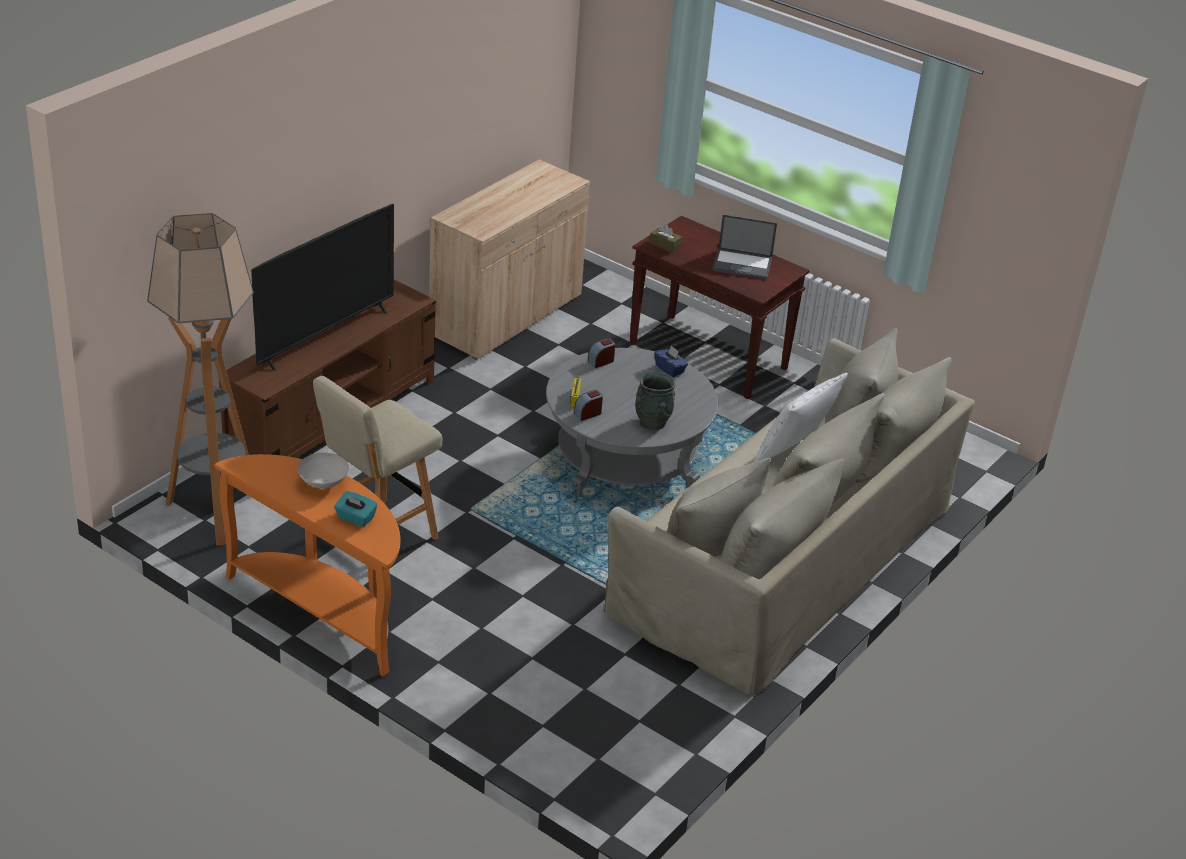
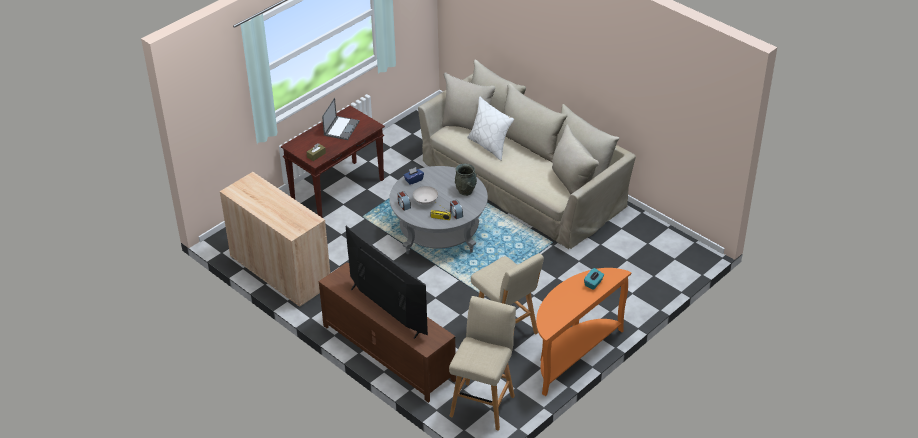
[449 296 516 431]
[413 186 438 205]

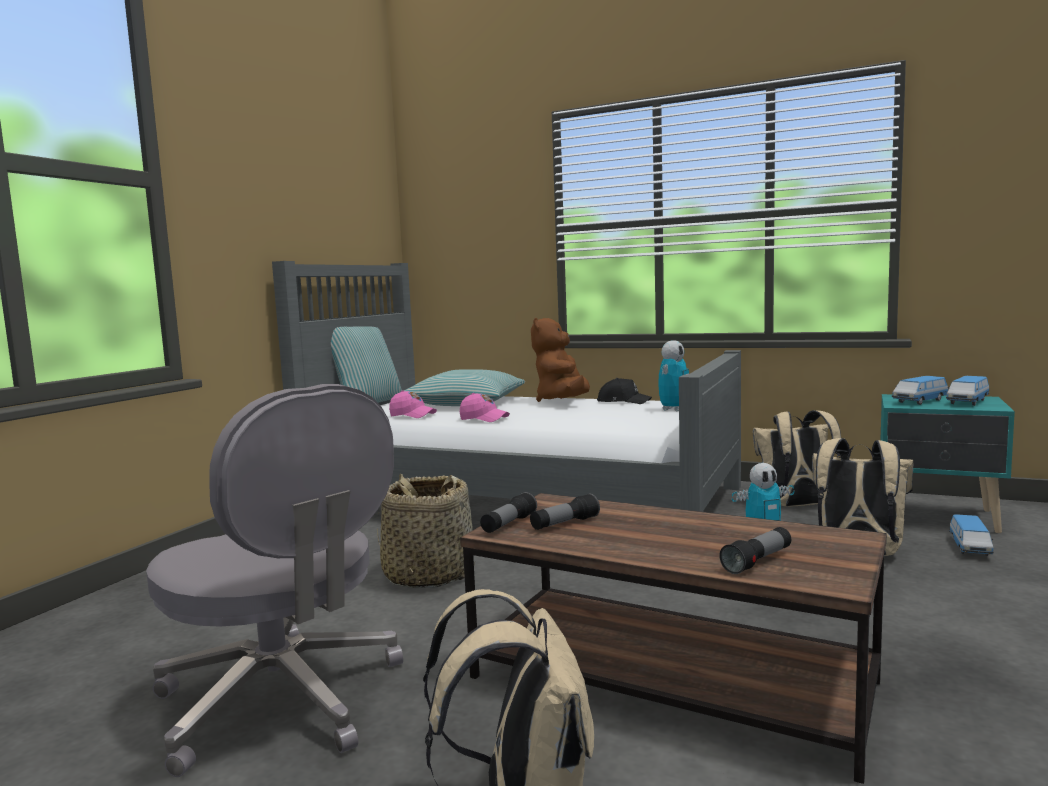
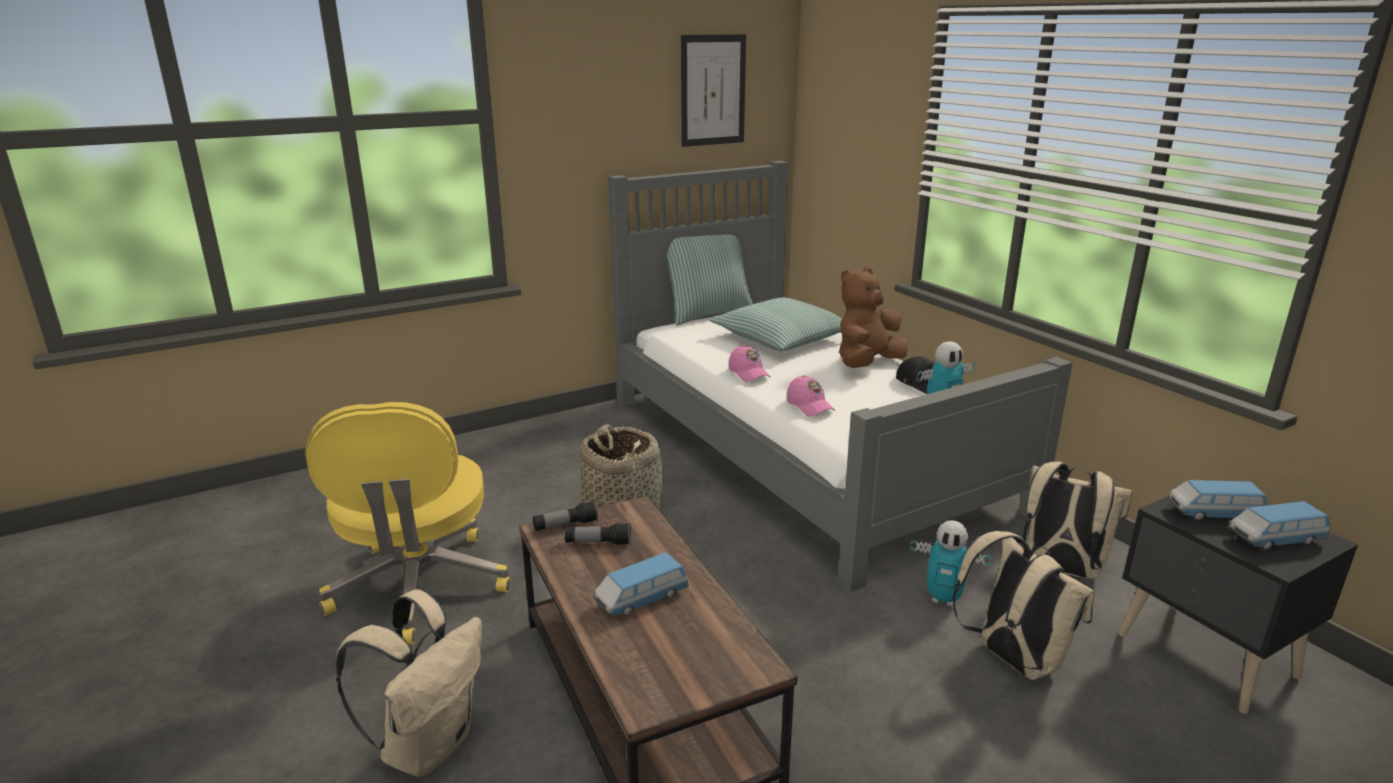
[305 402 511 644]
[787 375 835 416]
[1118 480 1358 714]
[594 552 689 616]
[719 527 791 574] (first image)
[681 34 746 147]

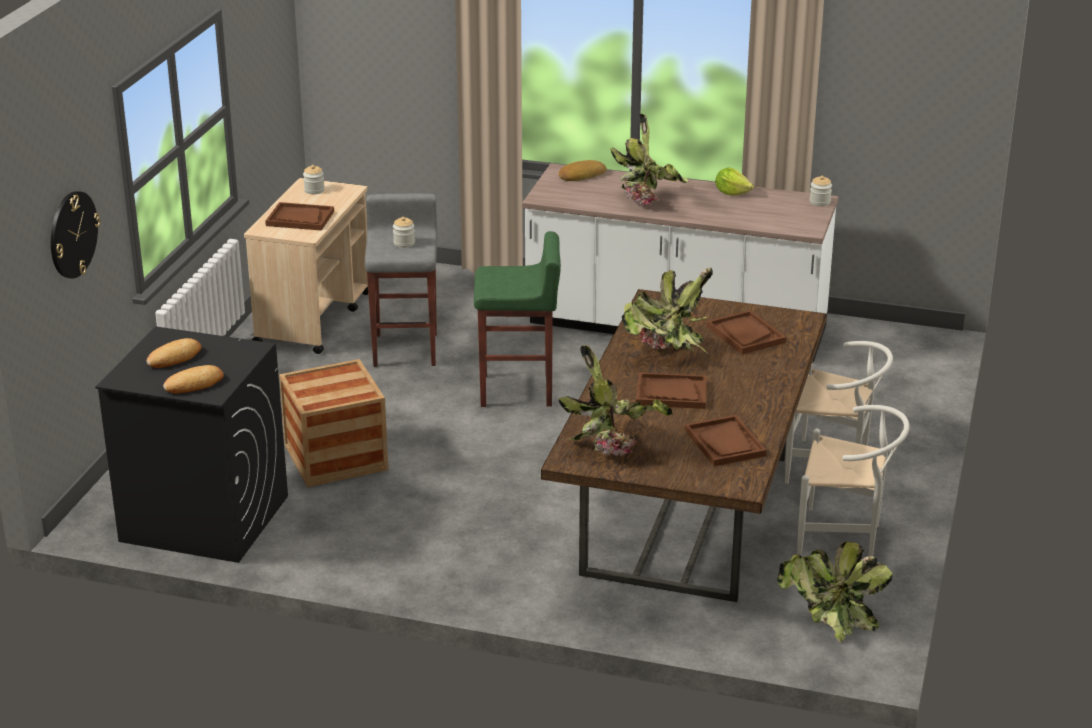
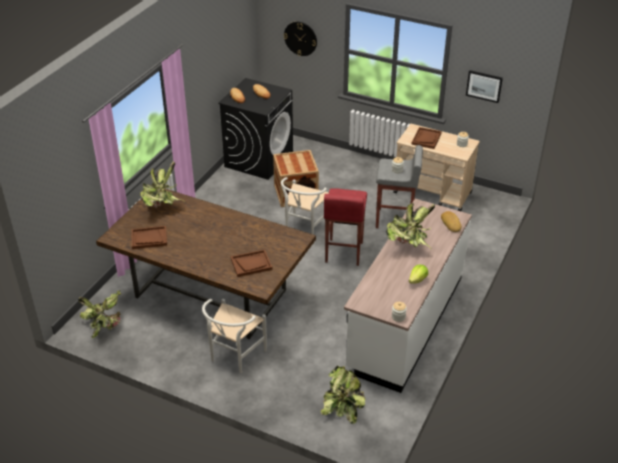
[324 188 367 266]
[321 366 365 424]
[636 372 707 409] (first image)
[281 177 330 235]
[466 70 503 103]

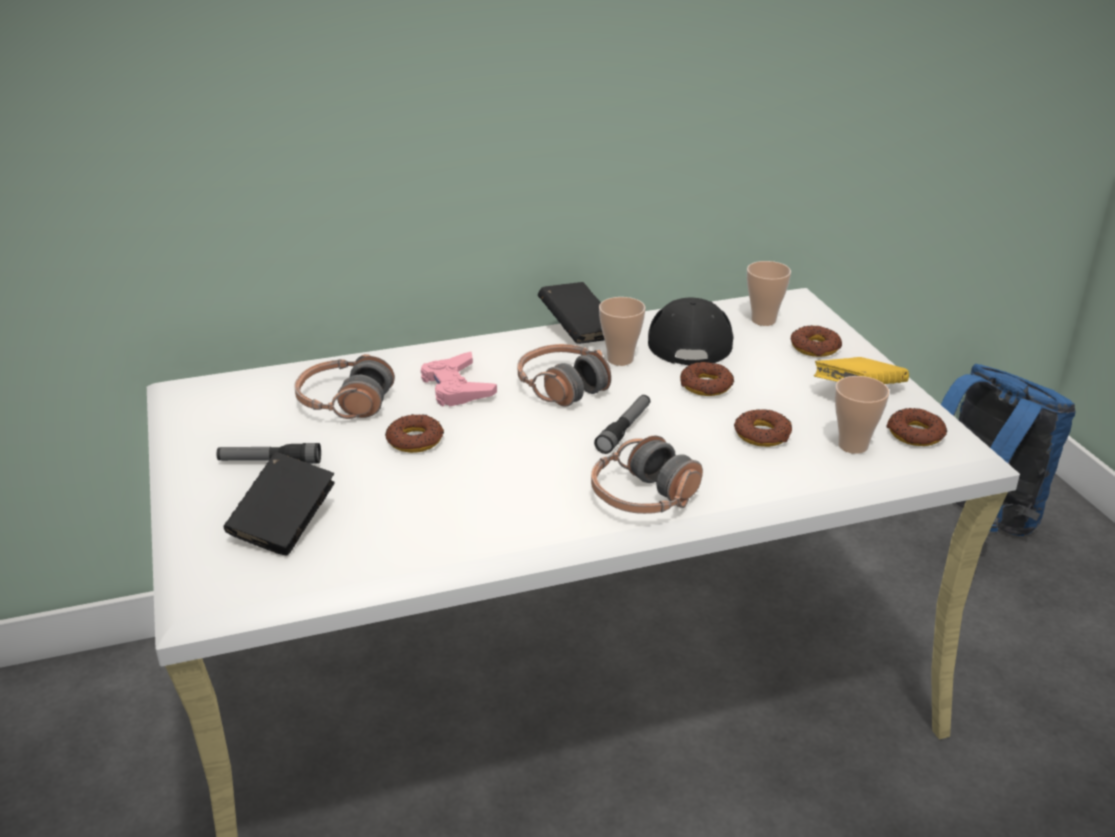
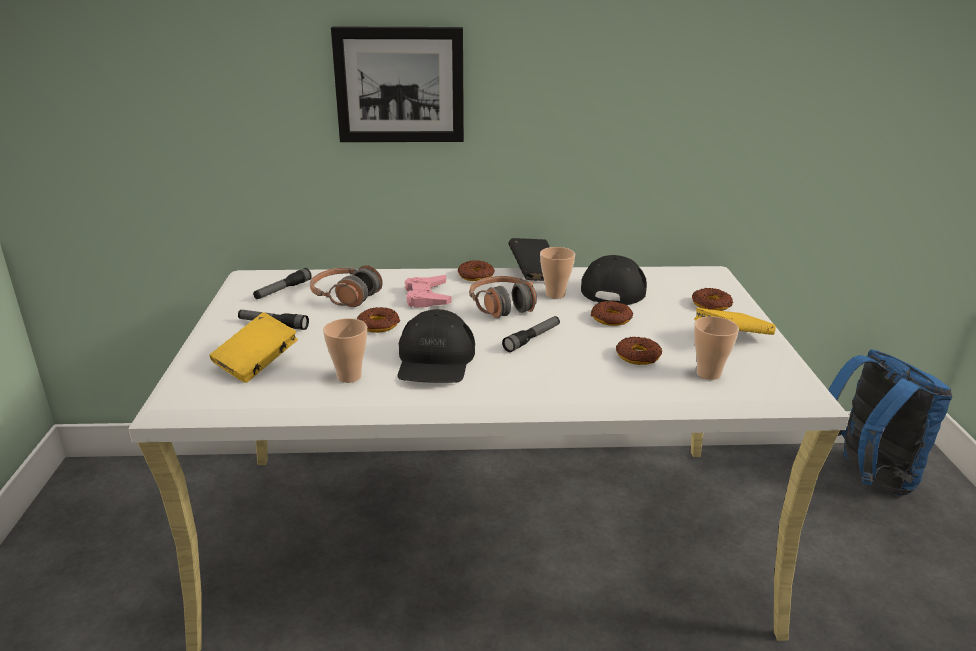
[323 318 367 383]
[458 260 495 281]
[591 435 703 514] (first image)
[209 312 298 383]
[331 26 464 142]
[253 268 312 299]
[398 309 475 383]

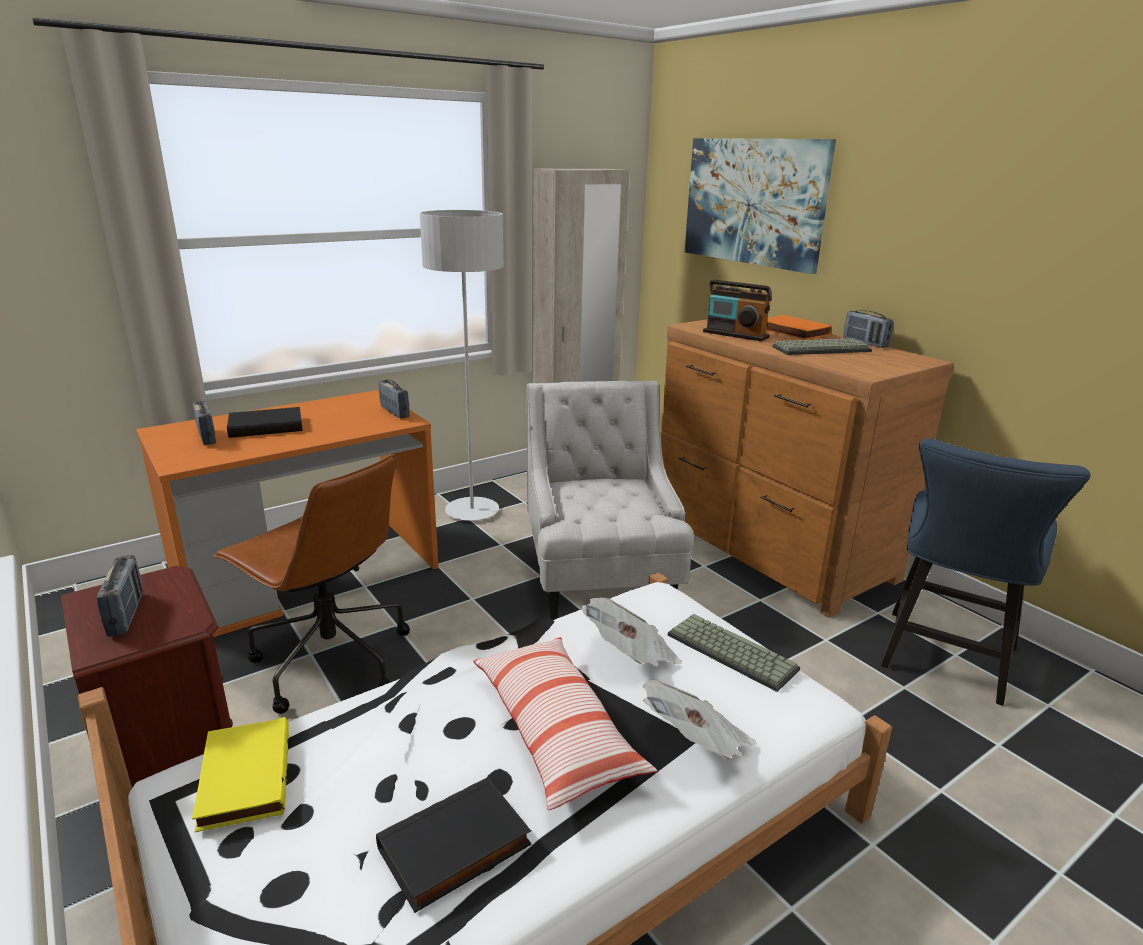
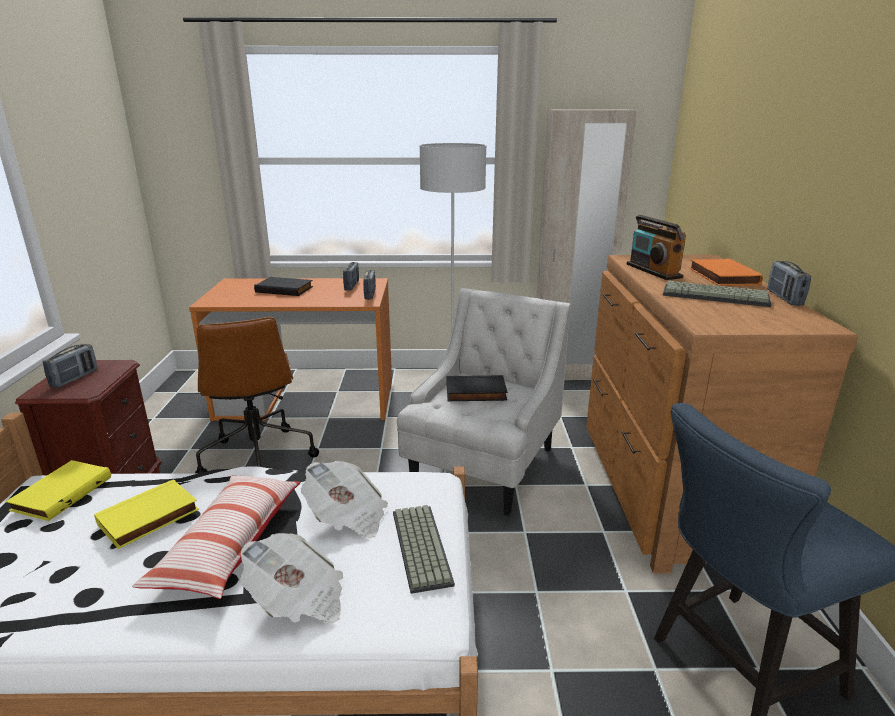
[685 138 836 274] (first image)
[343 262 359 291]
[446 375 508 401]
[94 479 199 549]

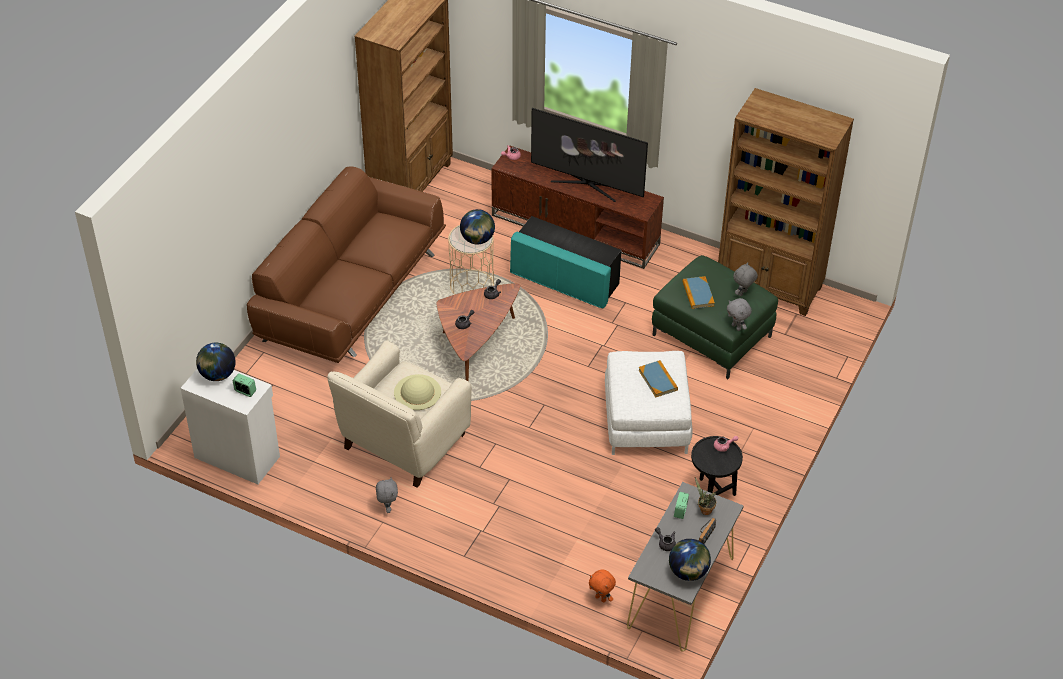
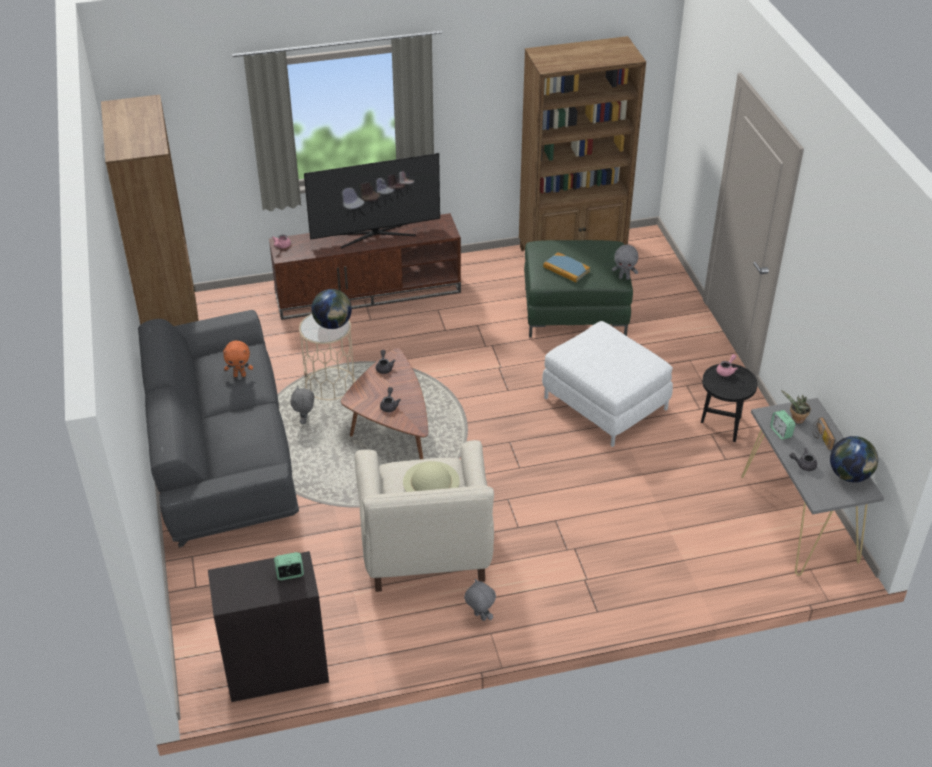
[138 310 299 548]
[510 216 621 308] (first image)
[291 386 314 424]
[196 343 236 381] (first image)
[638 360 678 397] (first image)
[208 551 329 702]
[223 340 253 377]

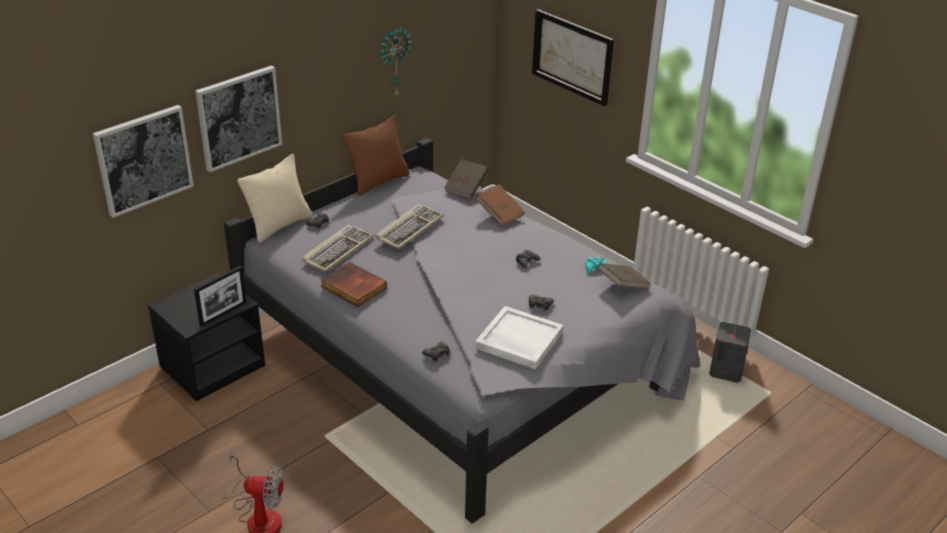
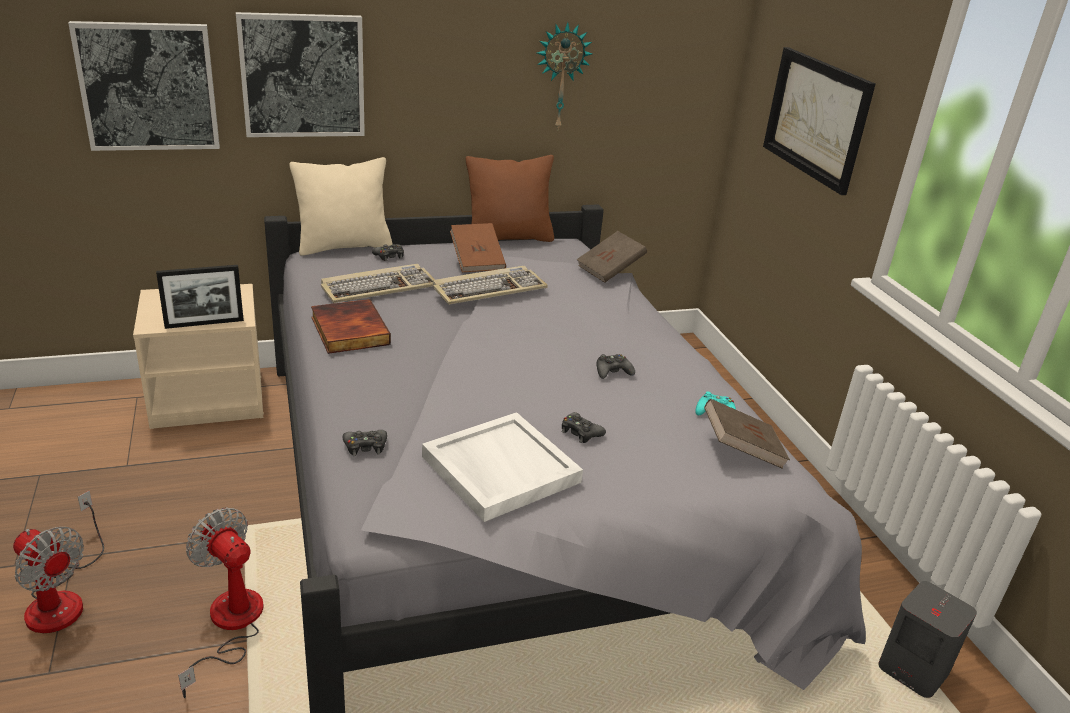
[450 223 506 272]
[133 284 264 429]
[178 507 263 698]

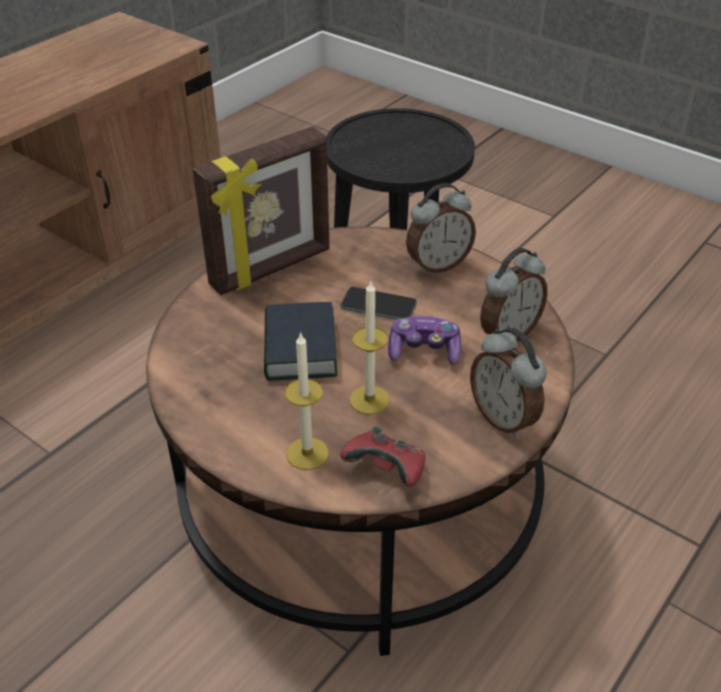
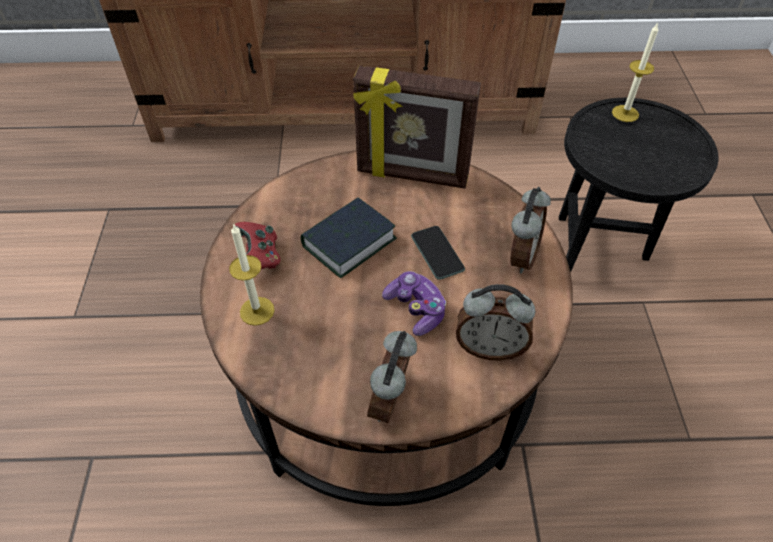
[510 187 551 273]
[612 22 659 122]
[234 222 281 269]

